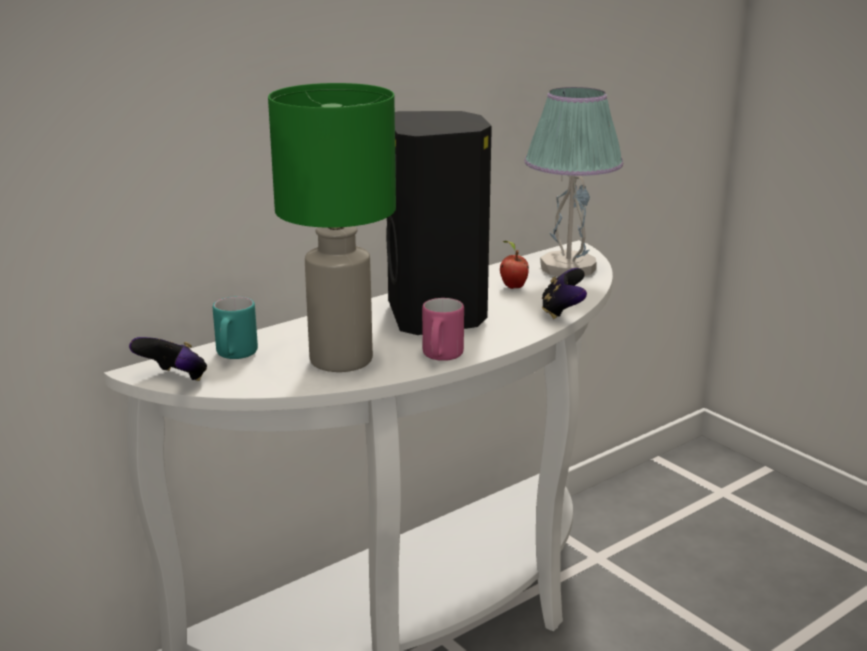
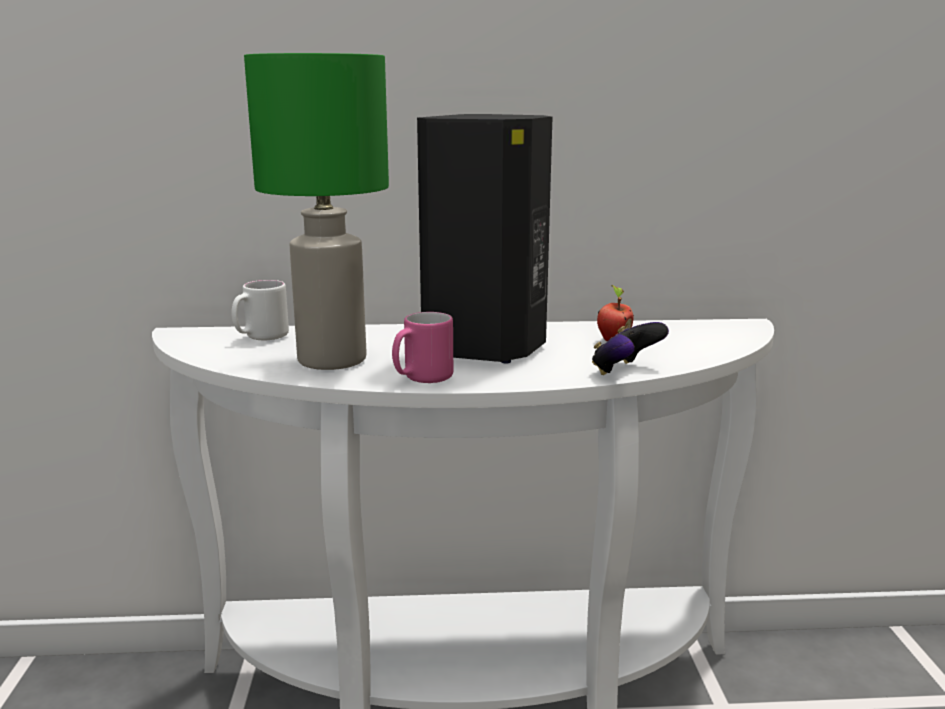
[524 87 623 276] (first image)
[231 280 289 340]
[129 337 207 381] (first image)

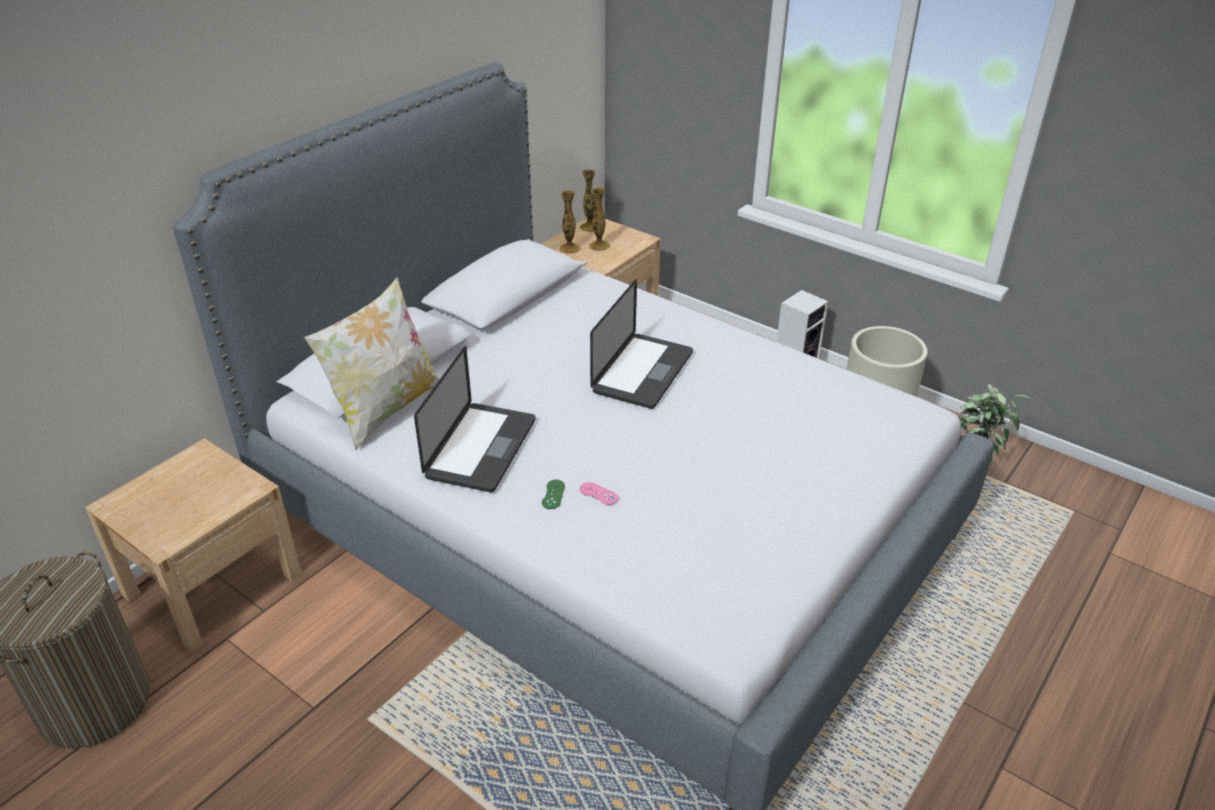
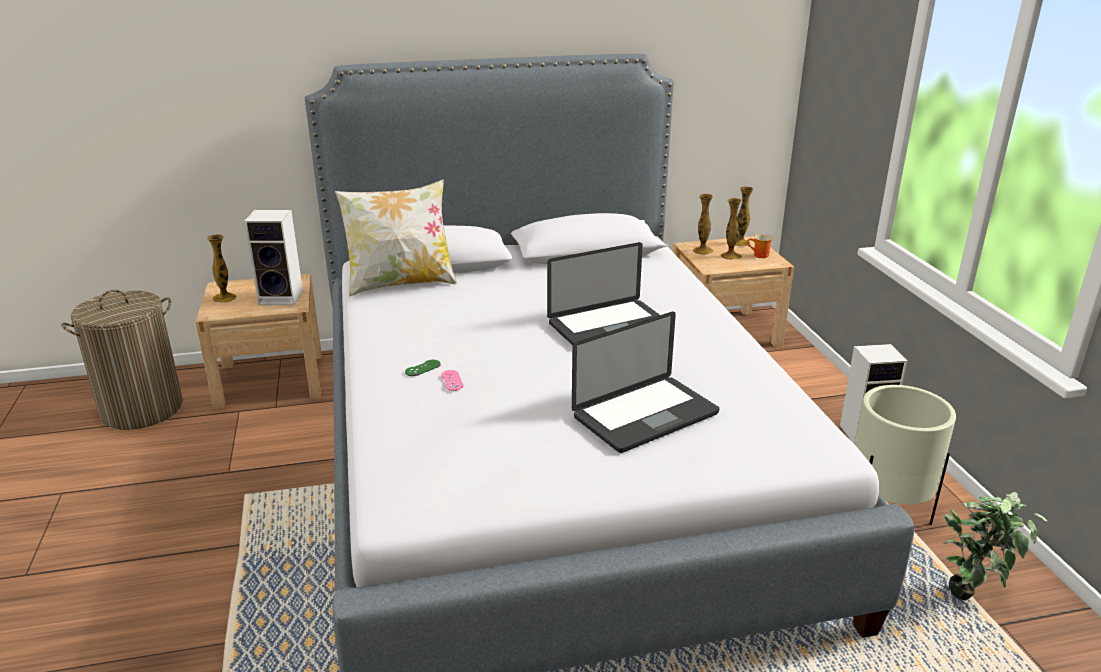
[572 312 719 453]
[244 210 303 305]
[207 234 237 302]
[747 234 773 258]

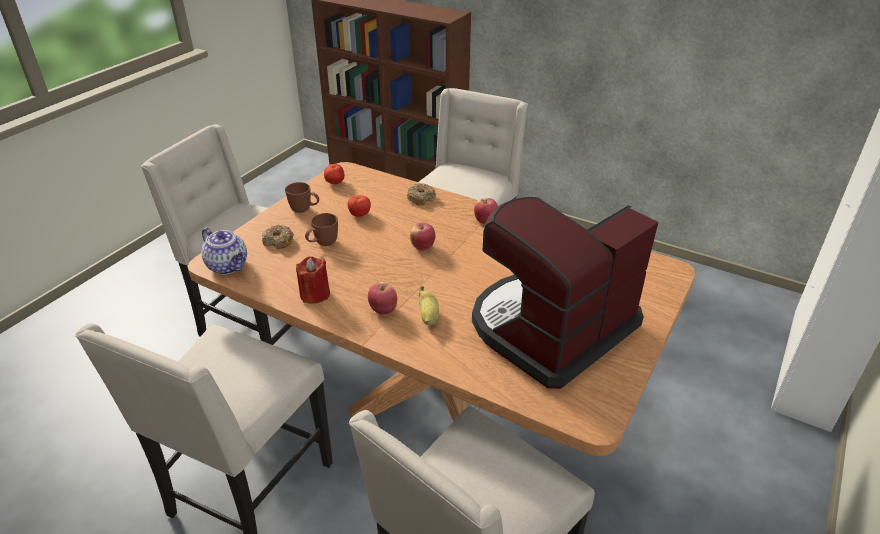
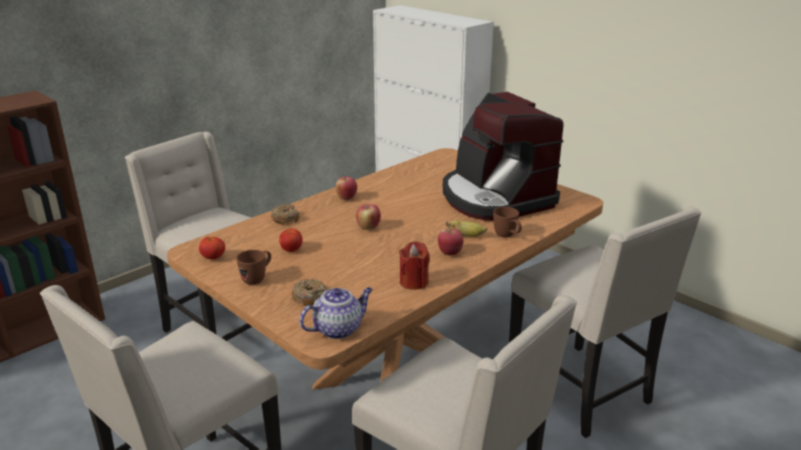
[493 207 522 238]

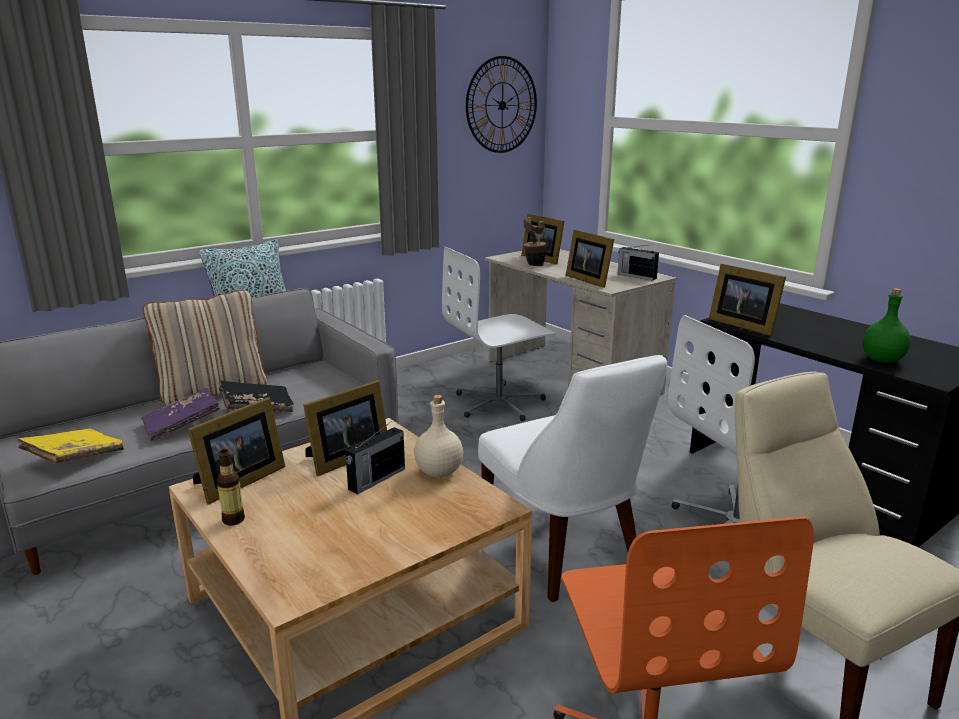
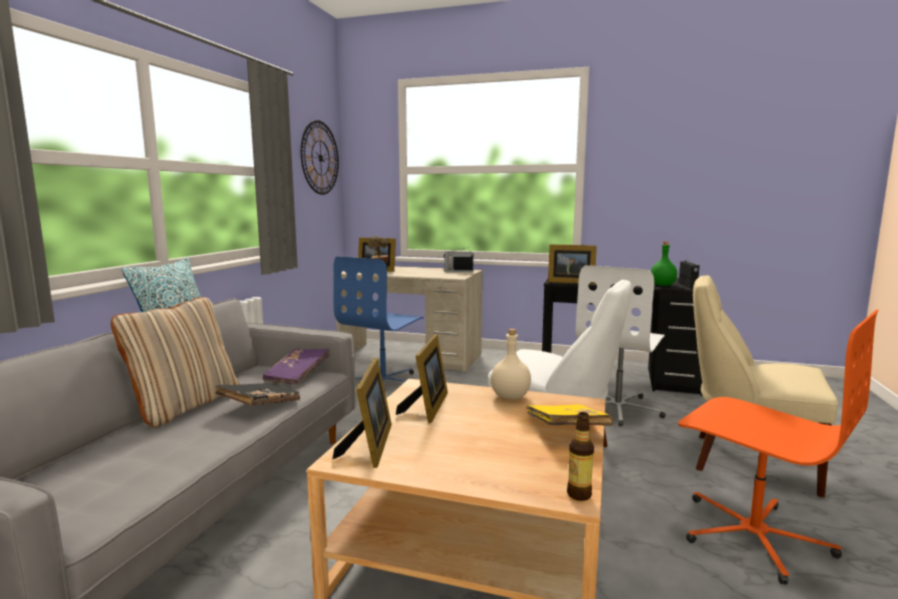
[566 230 614 288] (first image)
[333 256 424 382]
[263 349 330 385]
[679 259 700 289]
[526 404 613 426]
[567 412 594 501]

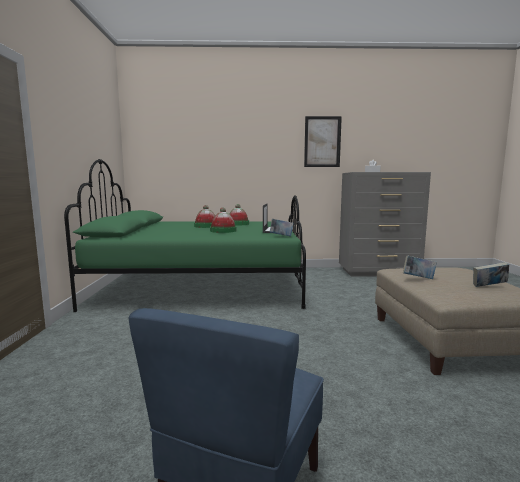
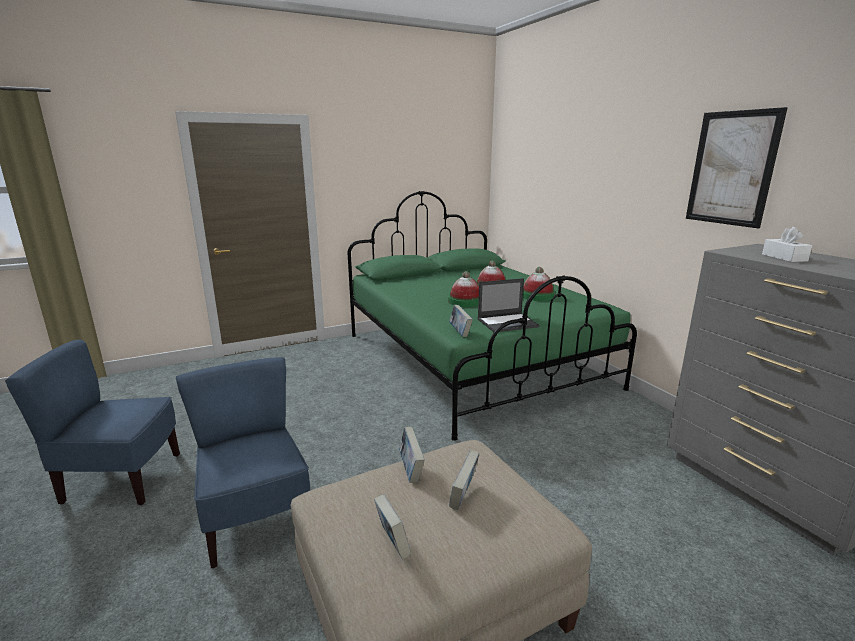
[176 357 310 568]
[449 450 480 511]

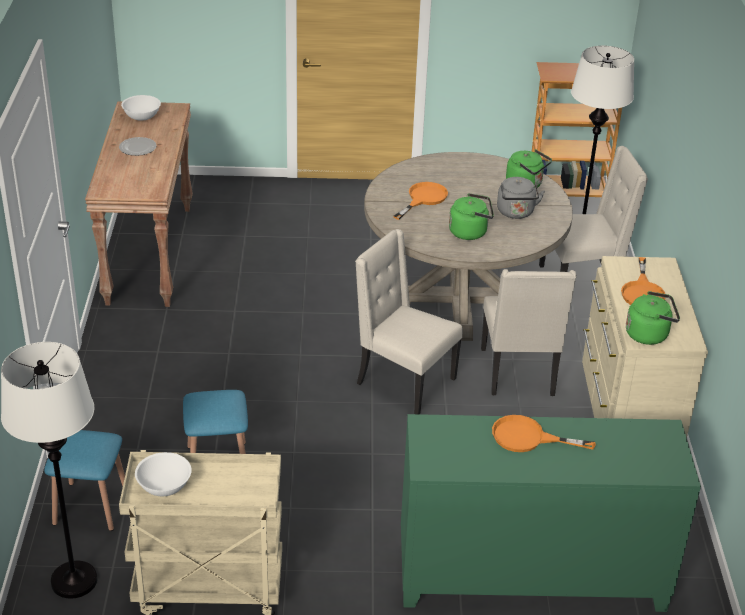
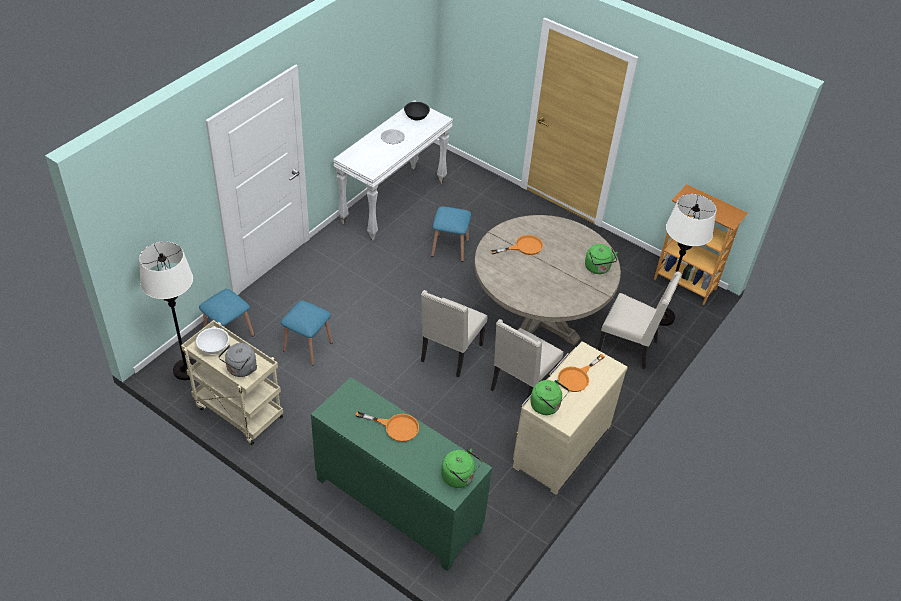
[404 102 430 120]
[333 100 453 240]
[219 343 257 377]
[441 449 482 488]
[421 290 487 377]
[355 411 419 442]
[431 206 471 262]

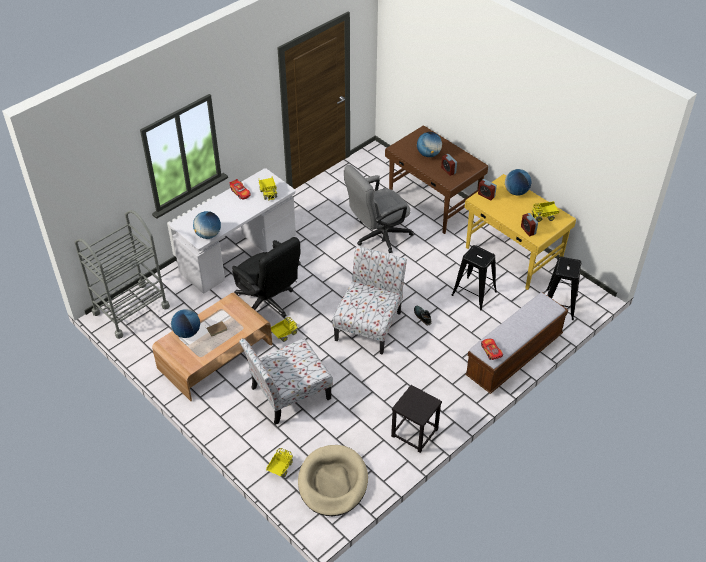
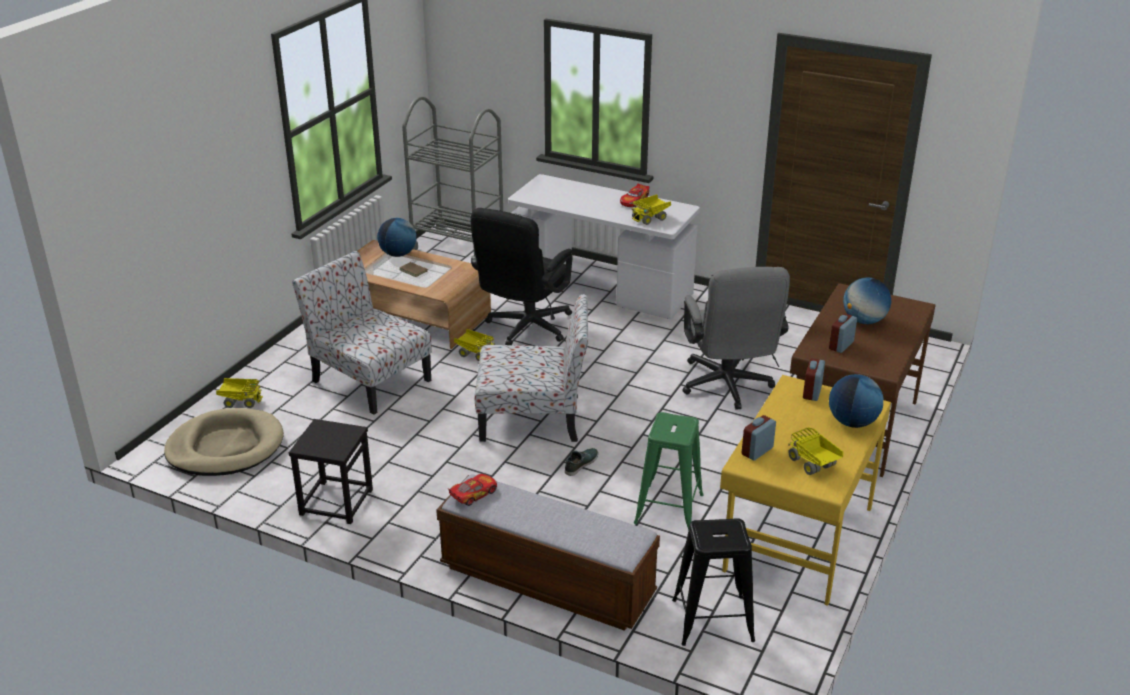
[682 267 790 410]
[193 211 221 239] (first image)
[634 412 704 531]

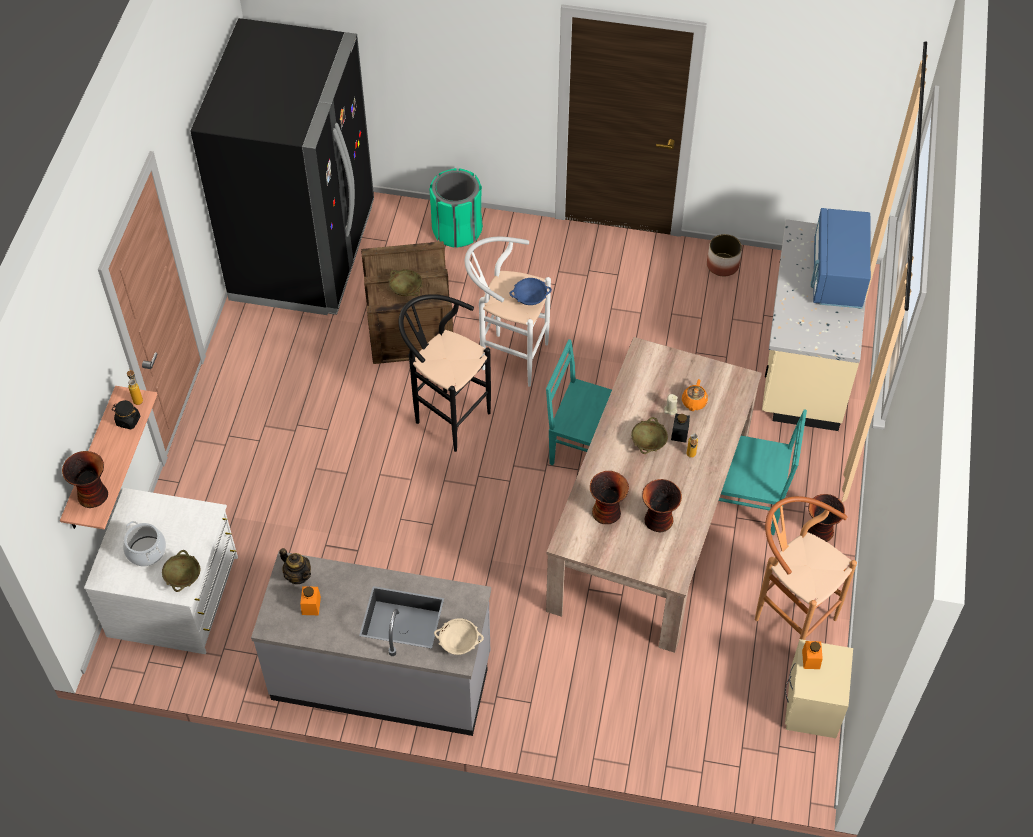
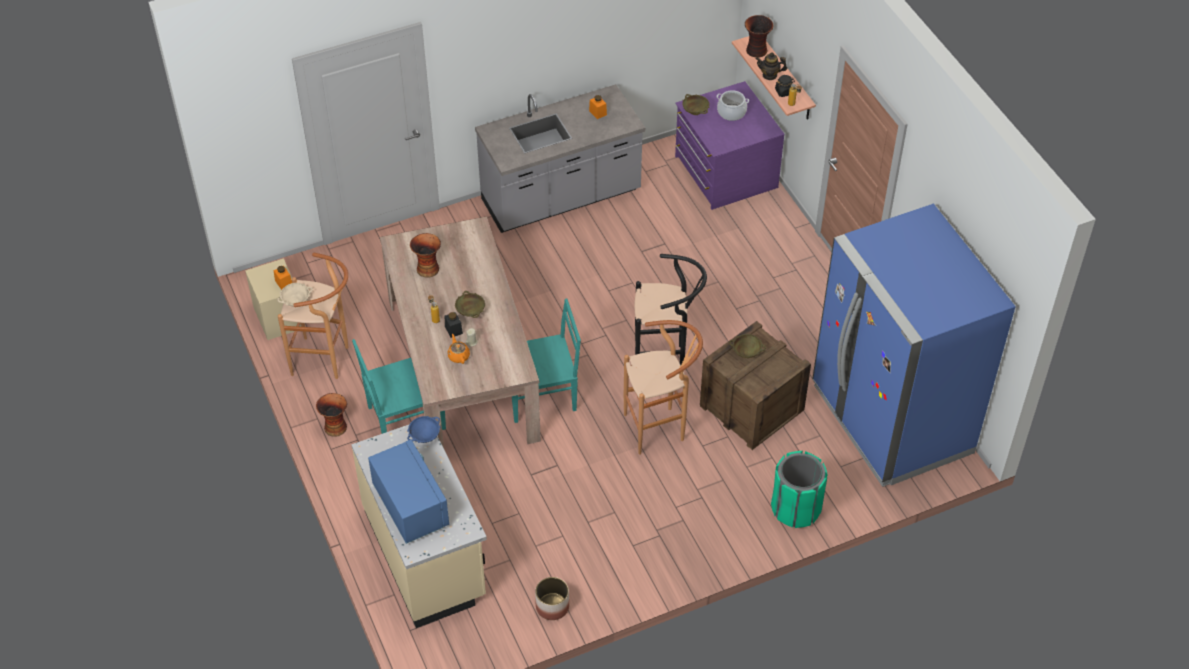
[812 204 1015 487]
[624 320 703 455]
[407 416 441 443]
[590 471 629 524] (first image)
[675 81 785 210]
[756 53 787 80]
[277 283 313 306]

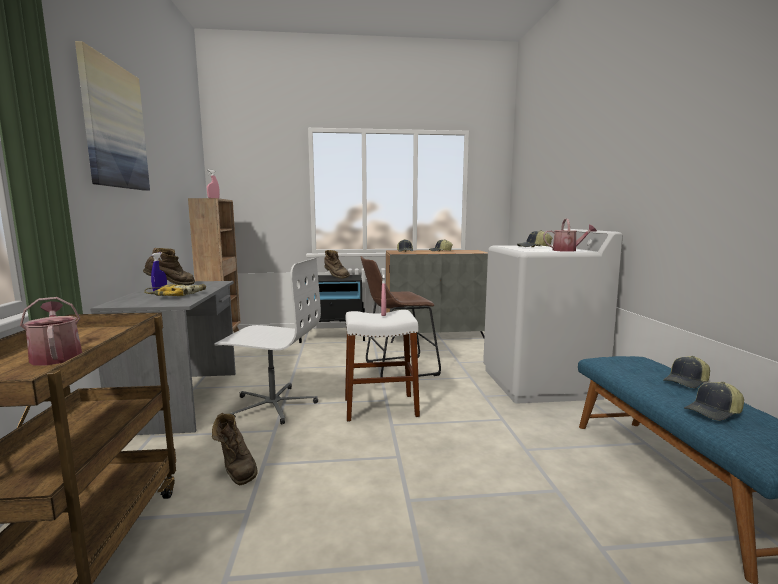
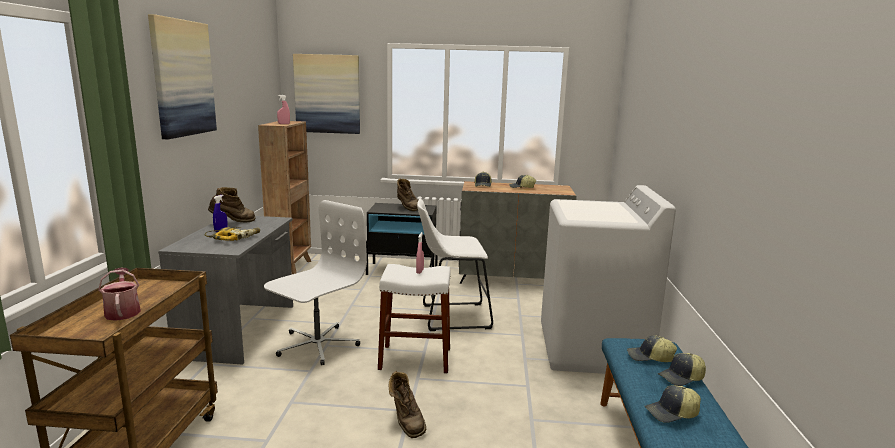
[543 219 597 252] (first image)
[627 335 677 362]
[417 199 493 331]
[264 200 367 365]
[389 371 427 438]
[293 54 360 134]

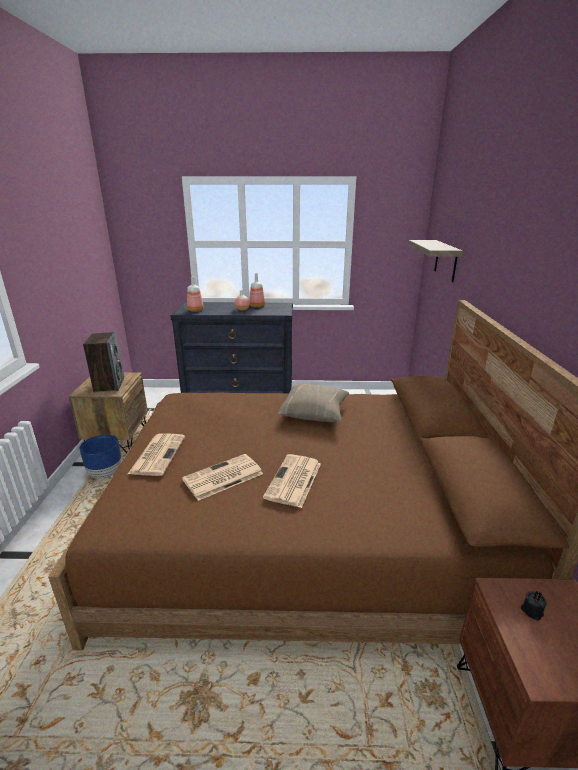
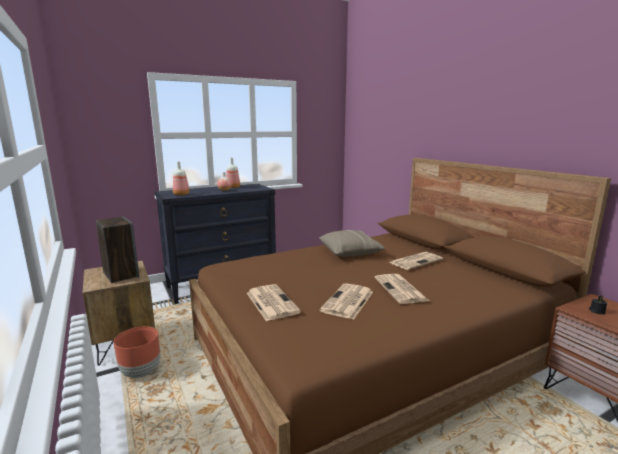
[408 240 463 282] (first image)
[114 326 160 378]
[388 252 443 270]

